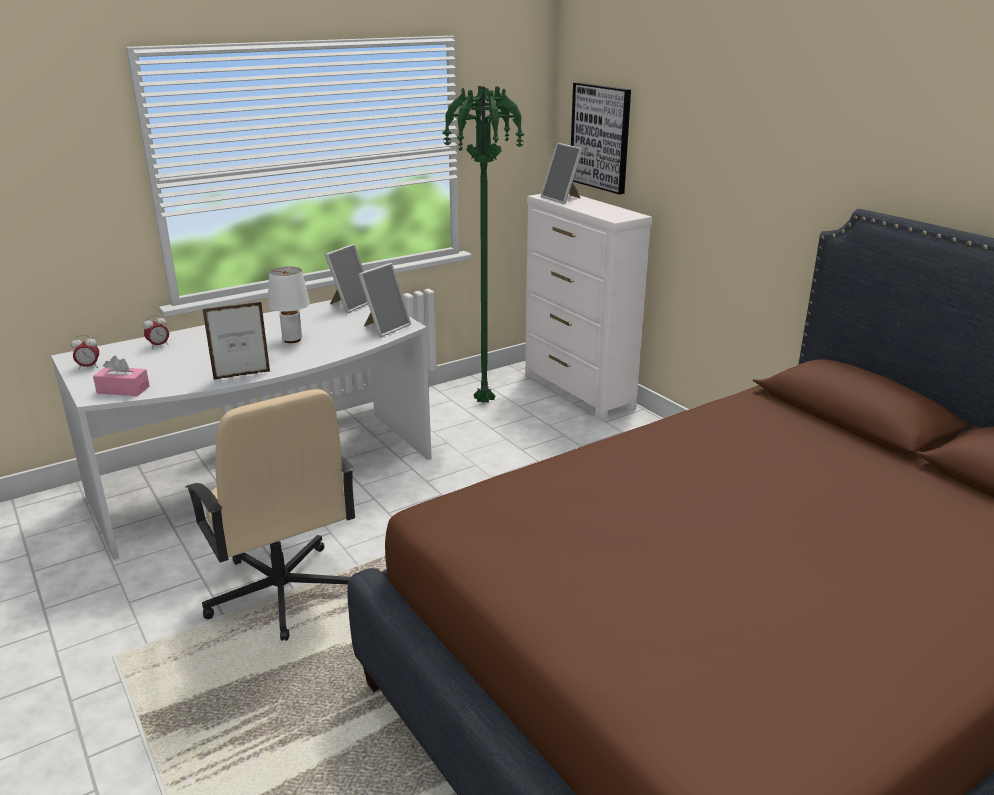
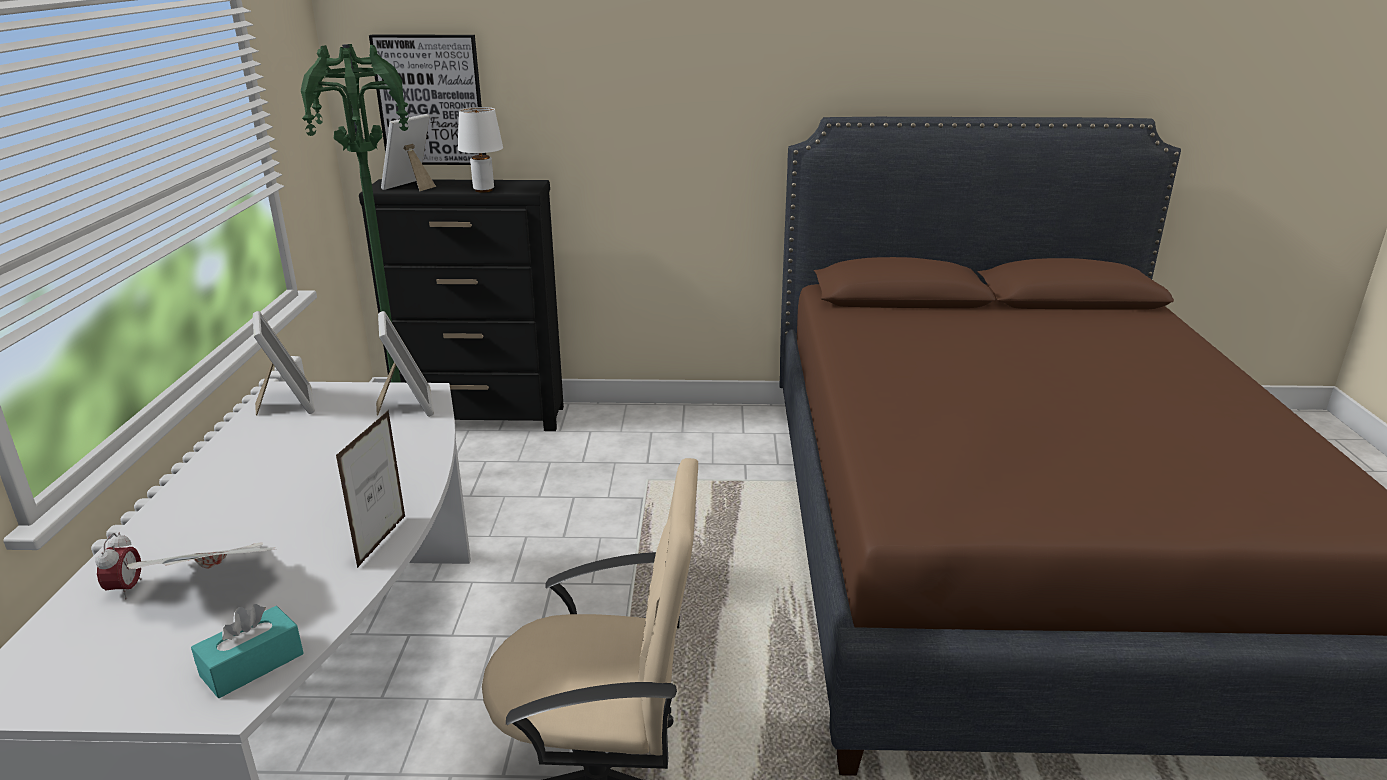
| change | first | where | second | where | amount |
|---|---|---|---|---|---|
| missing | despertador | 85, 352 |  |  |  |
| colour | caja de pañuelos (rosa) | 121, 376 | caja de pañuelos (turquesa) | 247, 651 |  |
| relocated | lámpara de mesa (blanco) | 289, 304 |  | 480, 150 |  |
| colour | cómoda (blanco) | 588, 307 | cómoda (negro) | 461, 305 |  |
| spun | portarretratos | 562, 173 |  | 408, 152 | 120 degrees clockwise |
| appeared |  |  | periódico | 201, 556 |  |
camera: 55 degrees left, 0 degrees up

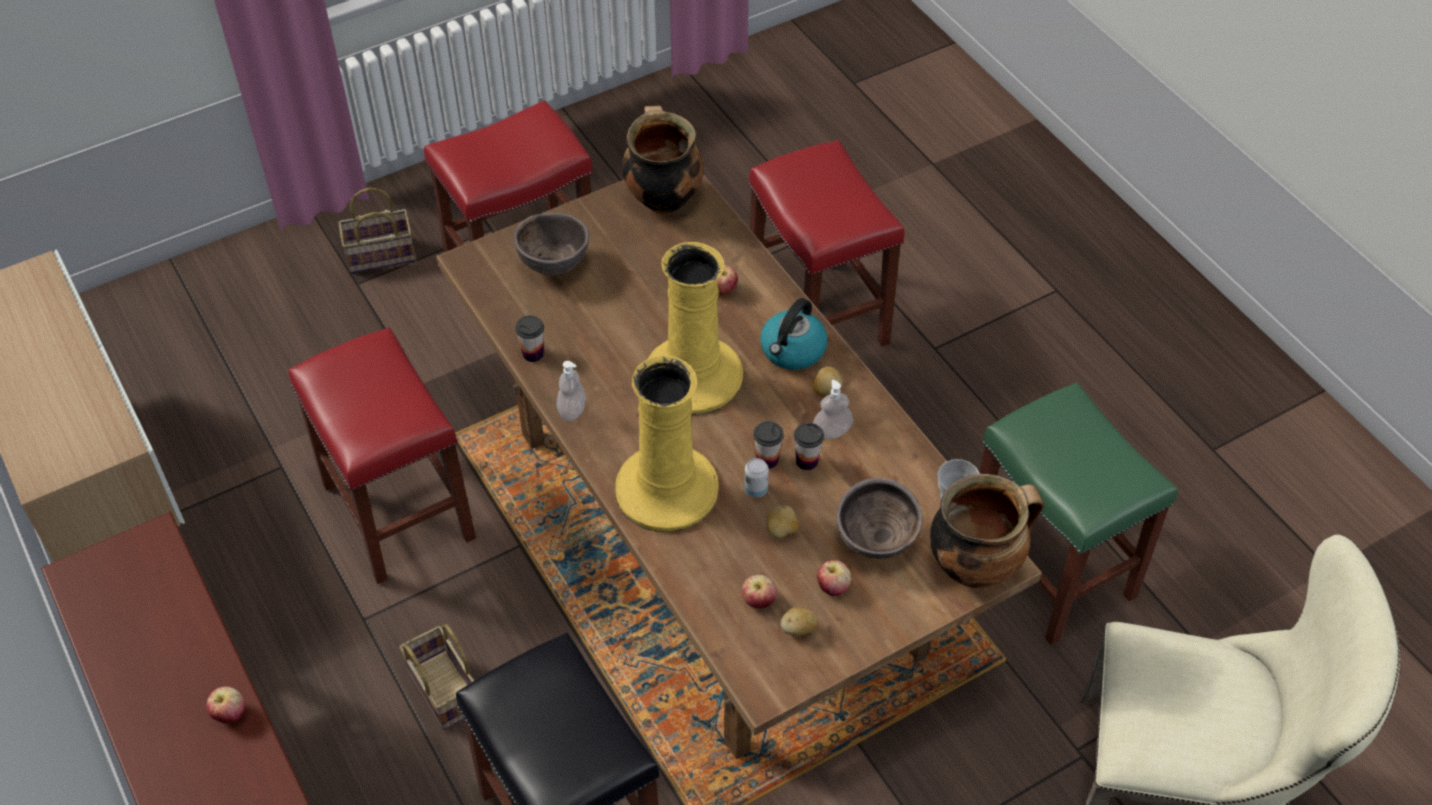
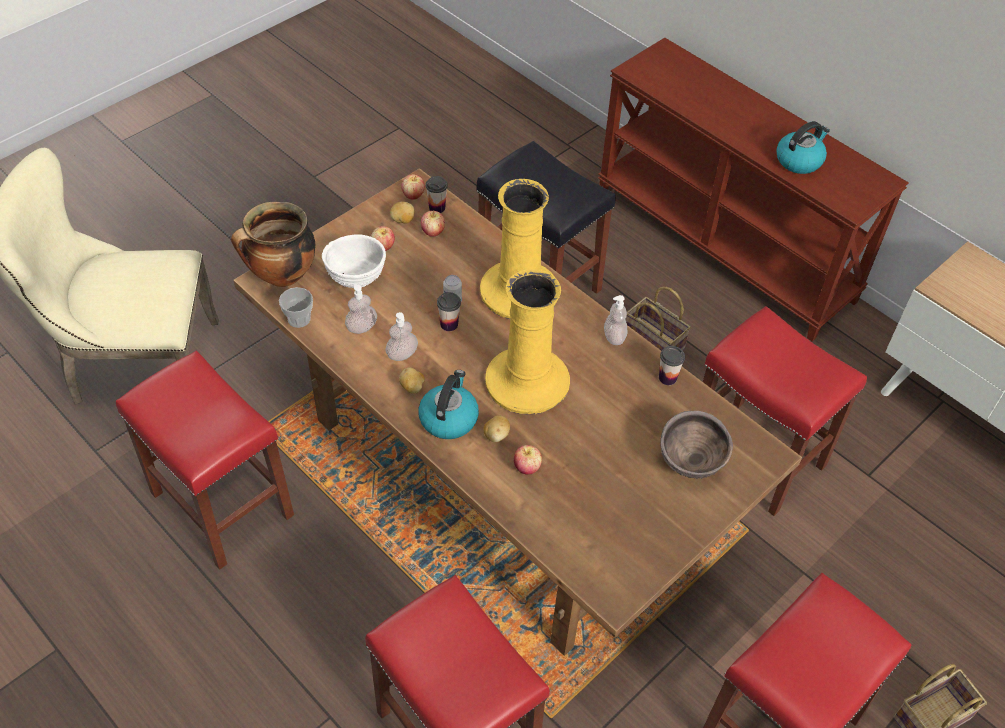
| change | first | where | second | where | amount |
|---|---|---|---|---|---|
| relocated | manzana | 225, 704 |  | 413, 187 |  |
| missing | olla | 663, 160 |  |  |  |
| relocated | patata | 783, 521 |  | 496, 428 |  |
| relocated | taza | 809, 446 |  | 437, 194 |  |
| colour | cuenco (marrón) | 879, 518 | cuenco (blanco) | 354, 261 |  |
| colour | taburete (verde) | 1078, 513 | taburete (rojo) | 205, 460 |  |
| appeared |  |  | dispensador de jabón | 361, 308 |  |
| appeared |  |  | hervidor | 803, 147 |  |
camera: 165 degrees right, 0 degrees up

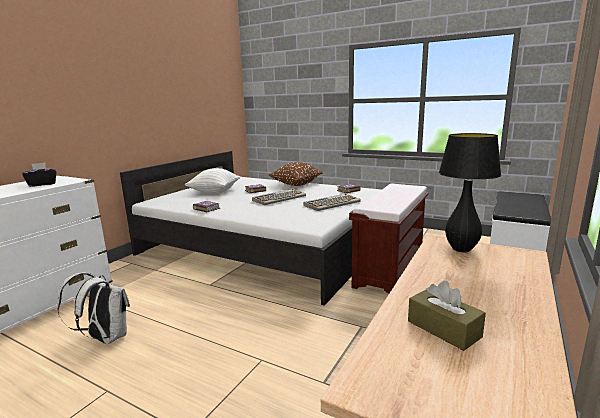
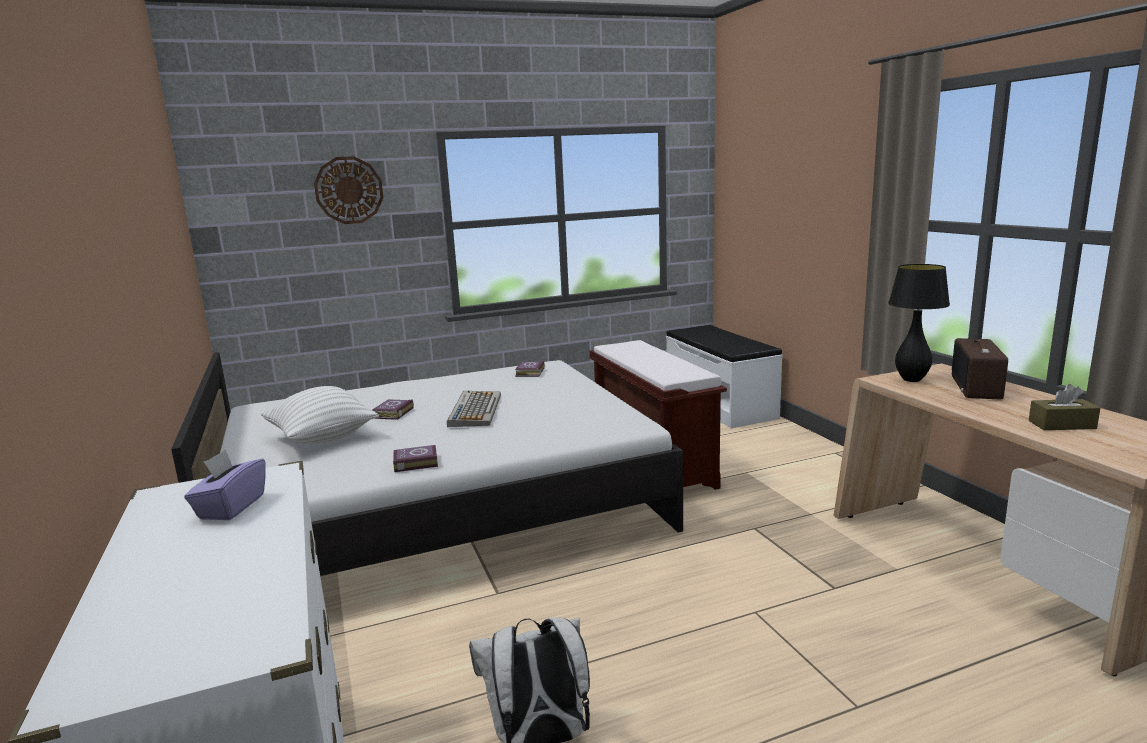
| change | first | where | second | where | amount |
|---|---|---|---|---|---|
| colour | caja de pañuelos (negro) | 39, 175 | caja de pañuelos (morado) | 225, 484 |  |
| missing | cojín (marrón) | 296, 174 |  |  |  |
| missing | teclado | 332, 202 |  |  |  |
| appeared |  |  | reloj de pared | 349, 190 |  |
| appeared |  |  | radio | 980, 368 |  |
camera: 50 degrees left, 0 degrees up

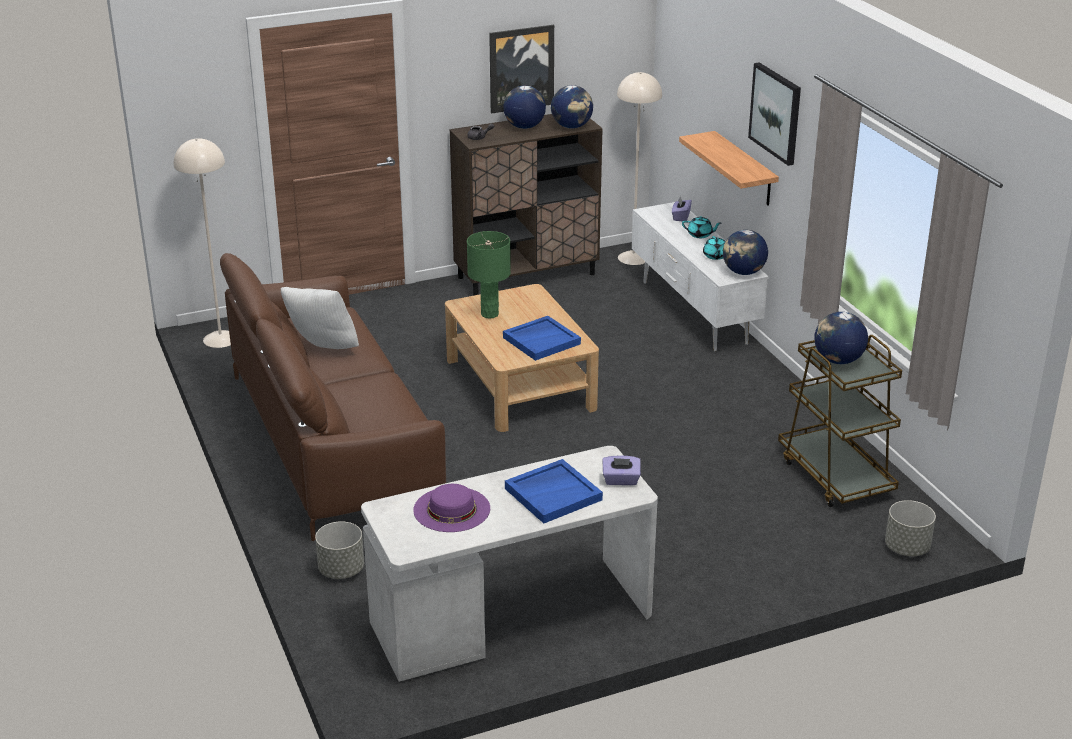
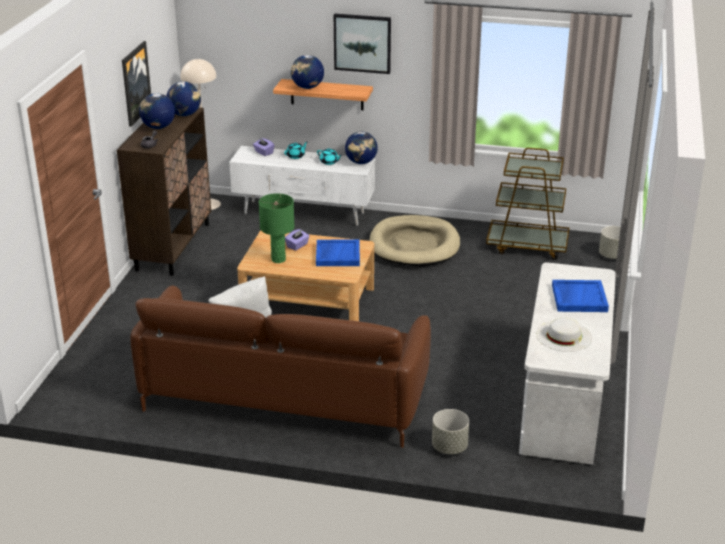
| change | first | where | second | where | amount |
|---|---|---|---|---|---|
| missing | lámpara de pie (beis) | 202, 243 |  |  |  |
| colour | sombrero (morado) | 451, 508 | sombrero (blanco) | 564, 335 |  |
| relocated | caja de pañuelos (morado) | 621, 470 |  | 297, 240 |  |
| relocated | globo terráqueo | 841, 338 |  | 307, 72 |  |
| appeared |  |  | cama para perro (beis) | 414, 241 |  |
camera: 55 degrees left, 0 degrees up

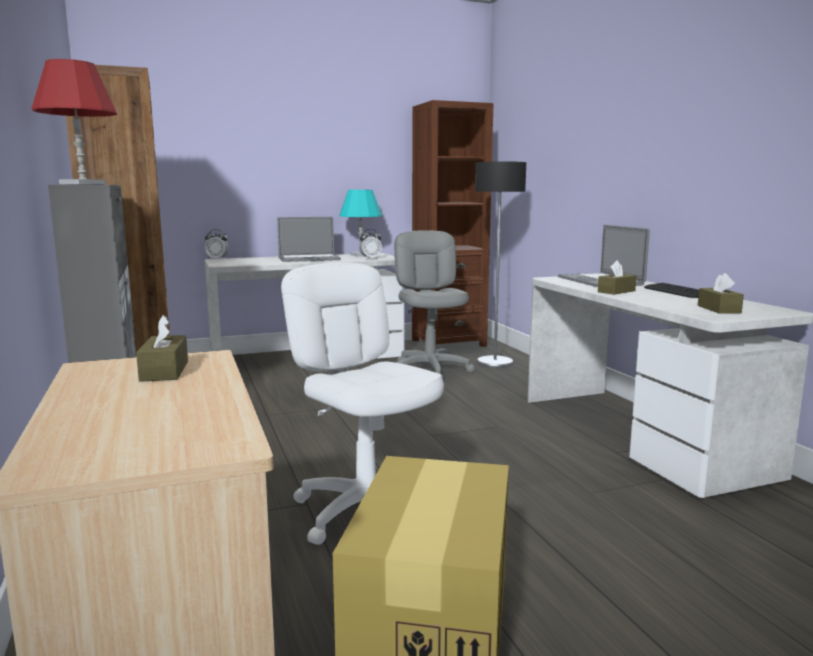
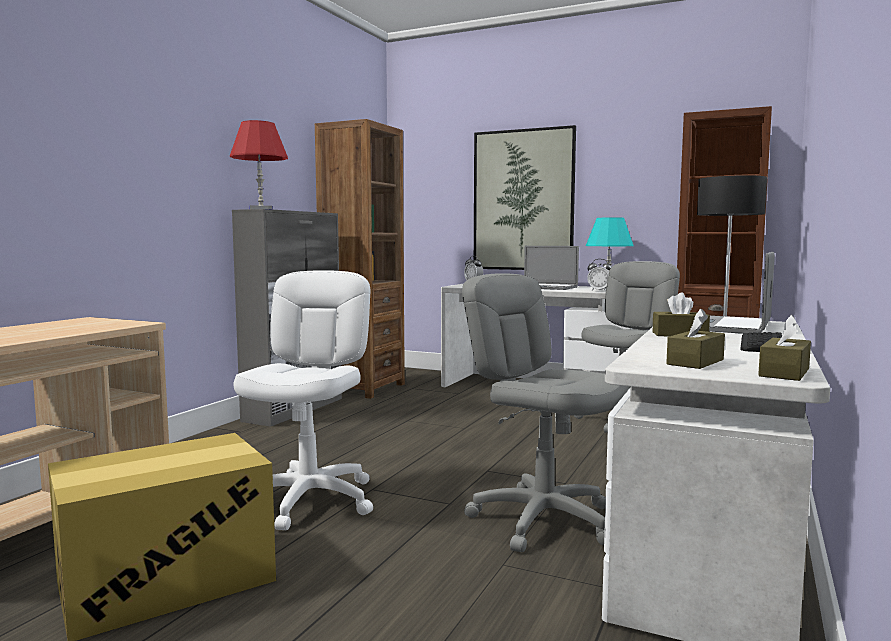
| change | first | where | second | where | amount |
|---|---|---|---|---|---|
| relocated | caja de pañuelos (marrón) | 162, 348 |  | 784, 348 |  |
| appeared |  |  | silla de oficina (gris) | 545, 412 |  |
| appeared |  |  | cuadro | 525, 197 |  |
camera: 45 degrees right, 5 degrees down

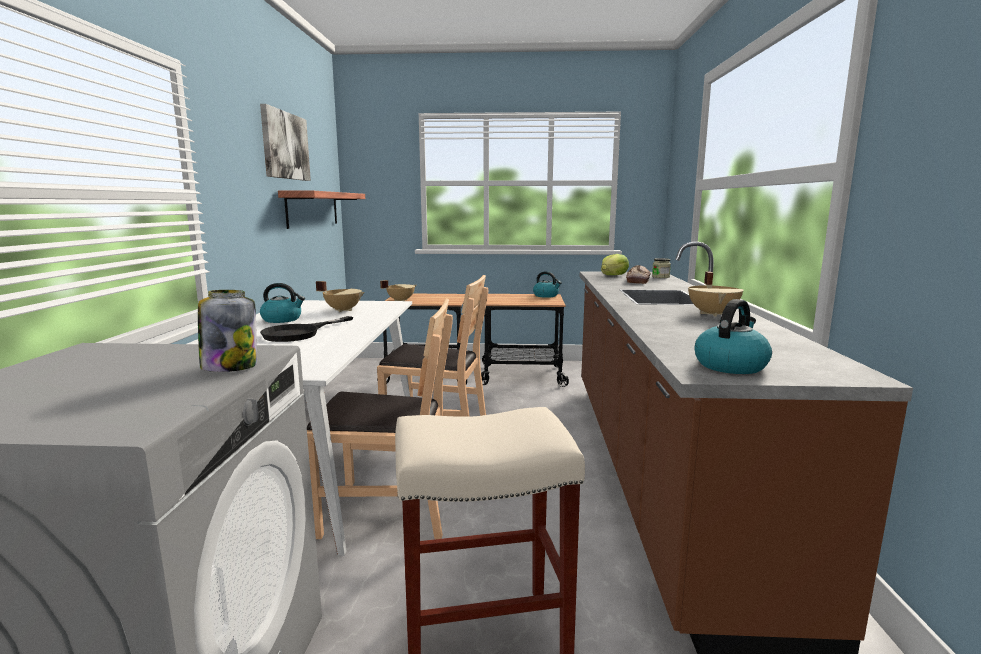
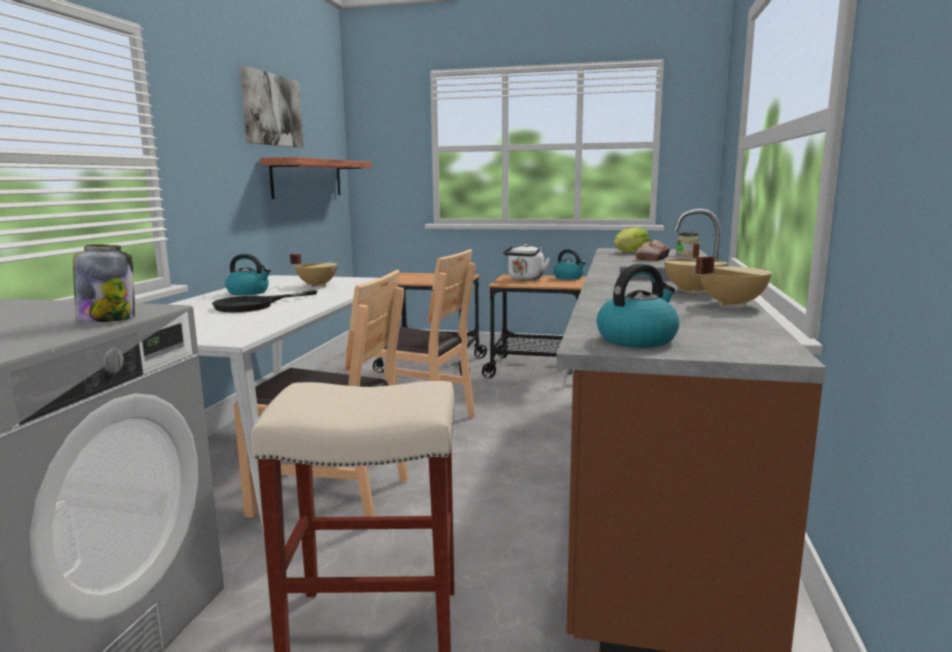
| change | first | where | second | where | amount |
|---|---|---|---|---|---|
| relocated | olla (beis) | 398, 290 |  | 734, 281 |  |
| appeared |  |  | hervidor (blanco) | 526, 262 |  |
camera: 10 degrees right, 0 degrees up

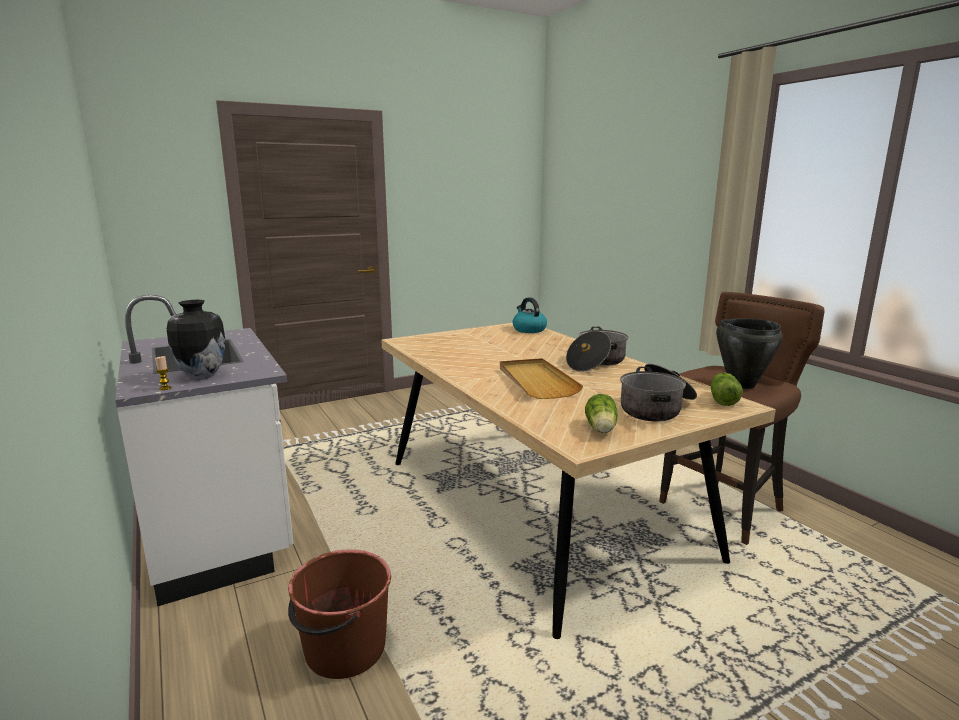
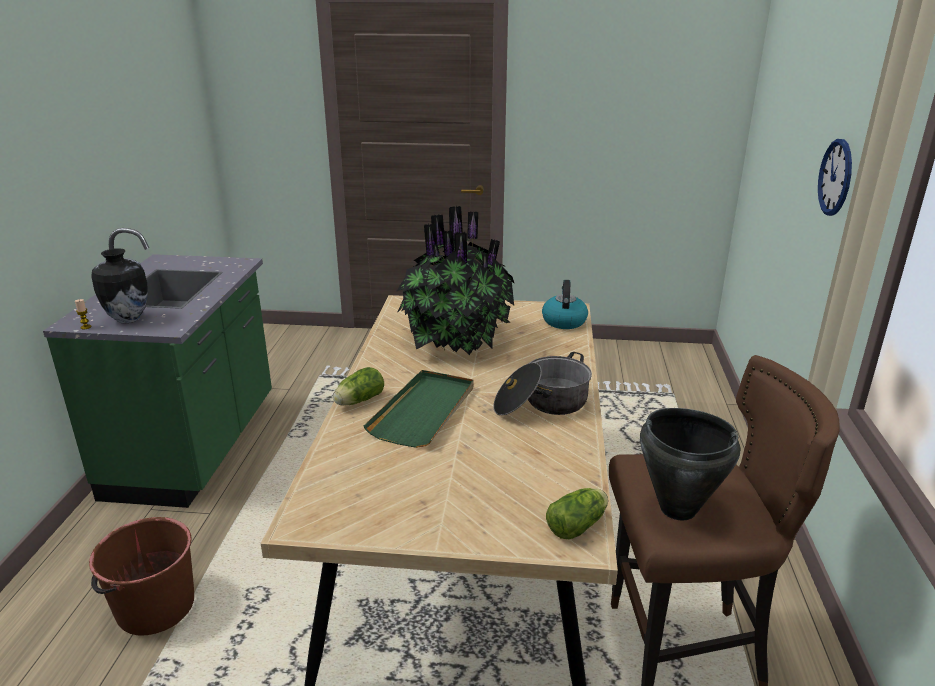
| change | first | where | second | where | amount |
|---|---|---|---|---|---|
| colour | mueble bajo de cocina (blanco) | 204, 450 | mueble bajo de cocina (verde) | 157, 368 |  |
| colour | bandeja (beis) | 541, 378 | bandeja (verde) | 419, 409 |  |
| relocated | lechuga | 601, 413 |  | 358, 386 |  |
| missing | olla | 658, 392 |  |  |  |
| appeared |  |  | planta en maceta | 456, 280 |  |
| appeared |  |  | reloj de pared | 835, 177 |  |
camera: 35 degrees right, 10 degrees up

